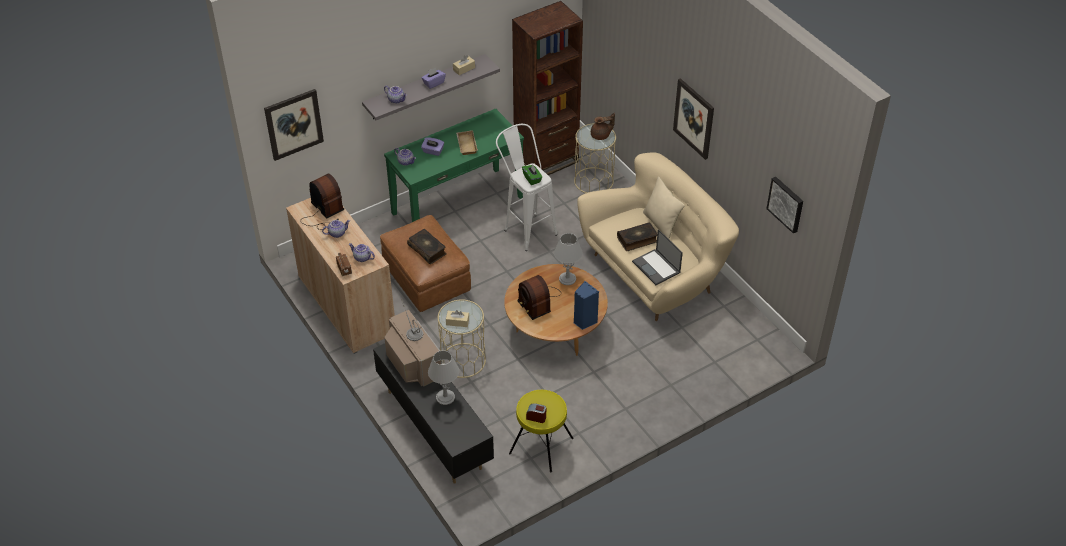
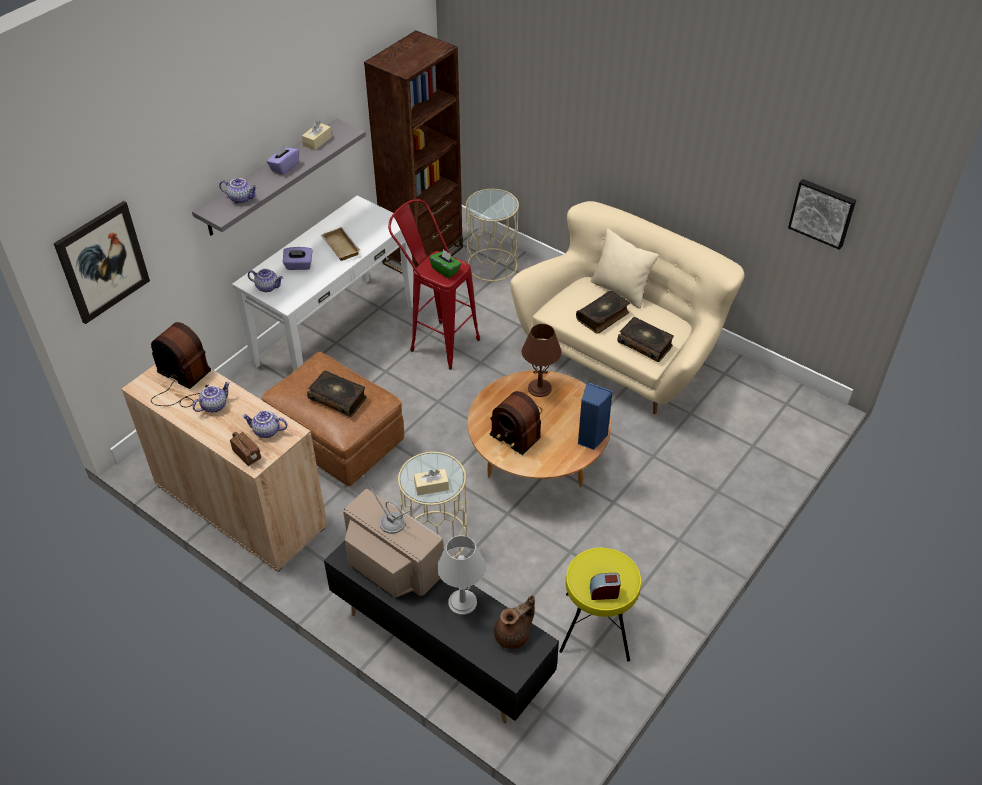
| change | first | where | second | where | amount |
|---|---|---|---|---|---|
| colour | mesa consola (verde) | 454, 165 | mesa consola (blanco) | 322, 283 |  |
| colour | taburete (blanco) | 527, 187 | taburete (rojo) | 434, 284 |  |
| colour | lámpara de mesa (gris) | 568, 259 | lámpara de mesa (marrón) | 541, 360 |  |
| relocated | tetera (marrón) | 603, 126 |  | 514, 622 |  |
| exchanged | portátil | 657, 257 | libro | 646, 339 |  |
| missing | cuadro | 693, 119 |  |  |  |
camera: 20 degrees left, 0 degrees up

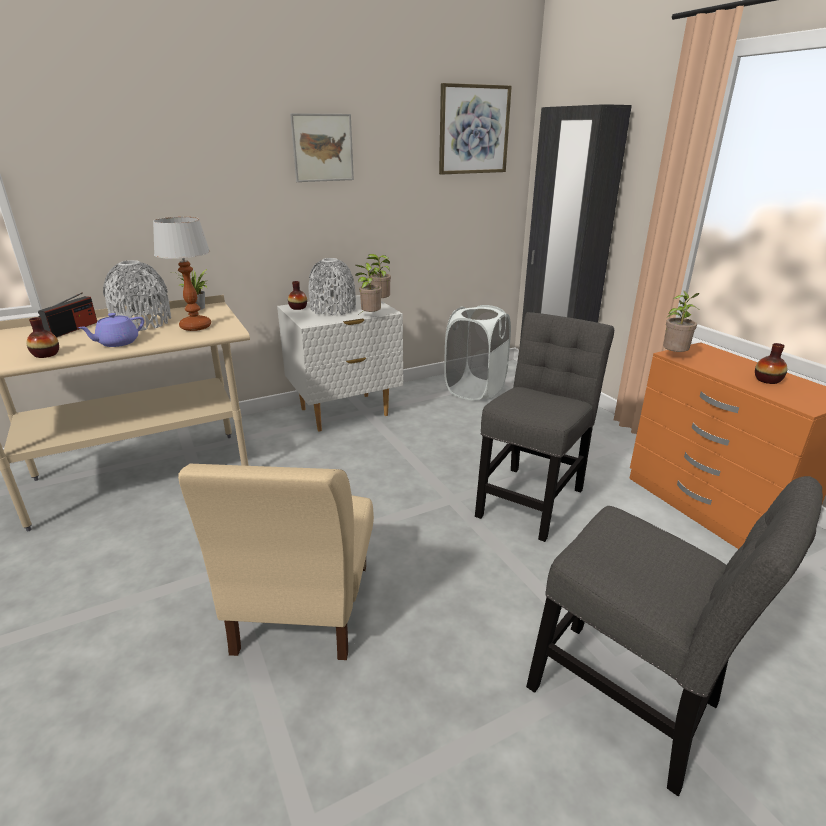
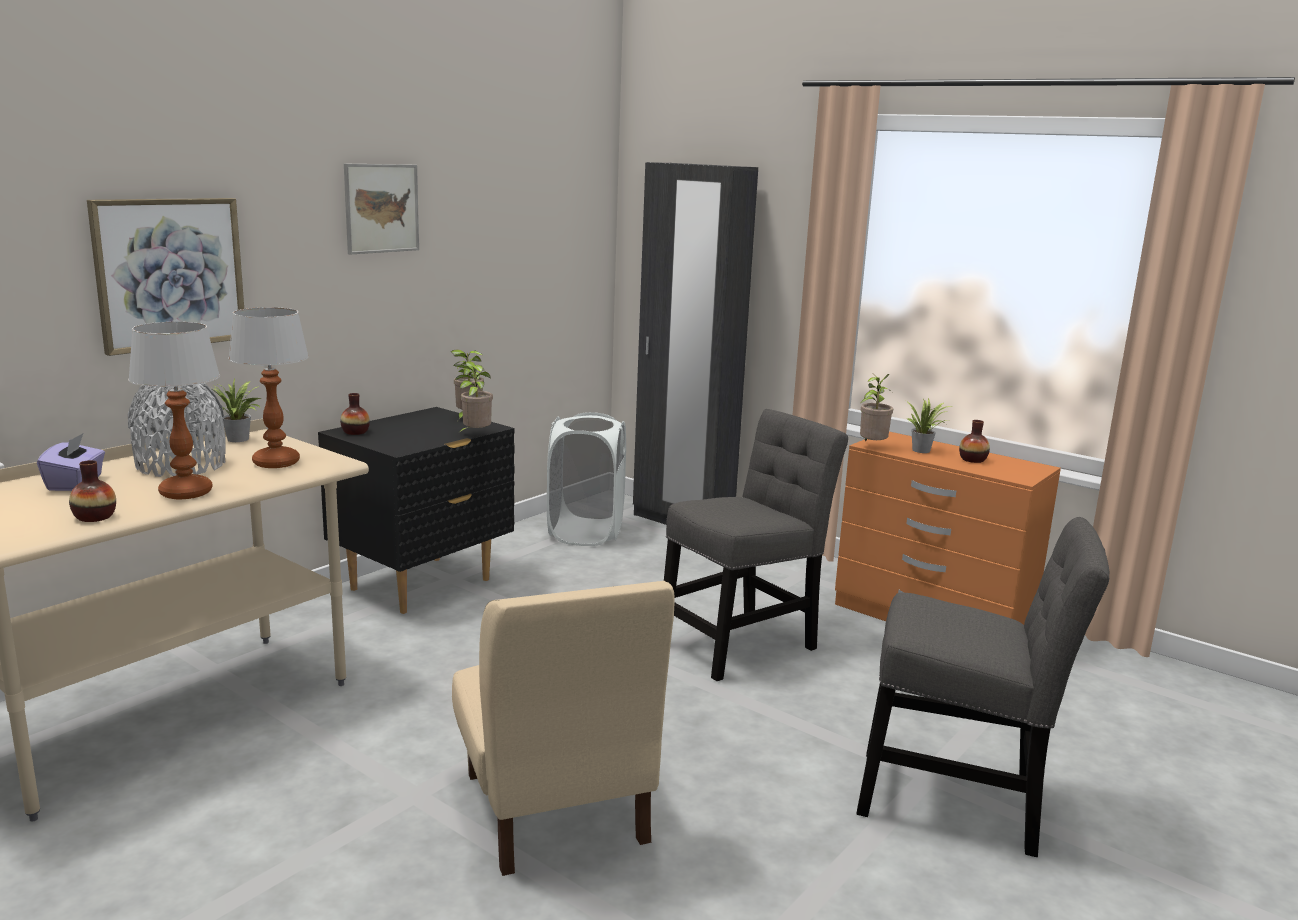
| change | first | where | second | where | amount |
|---|---|---|---|---|---|
| exchanged | radio | 67, 315 | caja de pañuelos (morado) | 71, 462 |  |
| exchanged | tetera (morado) | 111, 330 | lámpara de mesa | 174, 410 |  |
| colour | mesita de noche (blanco) | 340, 363 | mesita de noche (negro) | 416, 510 |  |
| missing | florero (gris) | 332, 286 |  |  |  |
| relocated | cuadro | 475, 129 |  | 165, 277 |  |
| spun | silla (gris) | 544, 427 |  | 756, 545 | 45 degrees clockwise |
| appeared |  |  | planta en maceta | 929, 425 |  |
camera: 25 degrees left, 10 degrees down

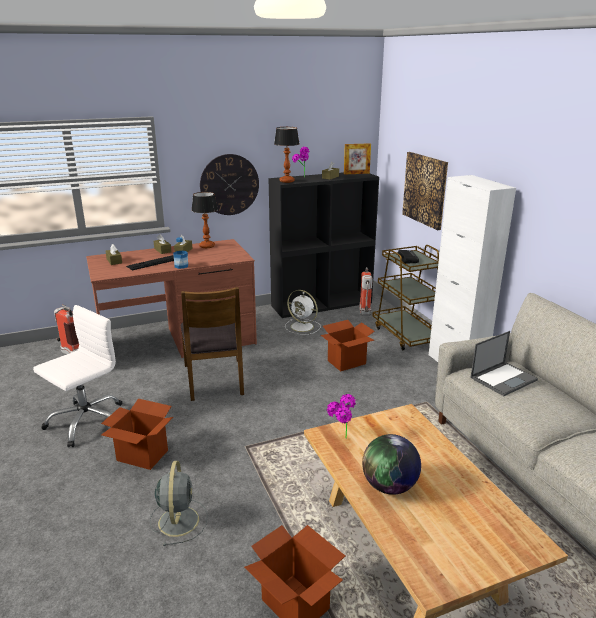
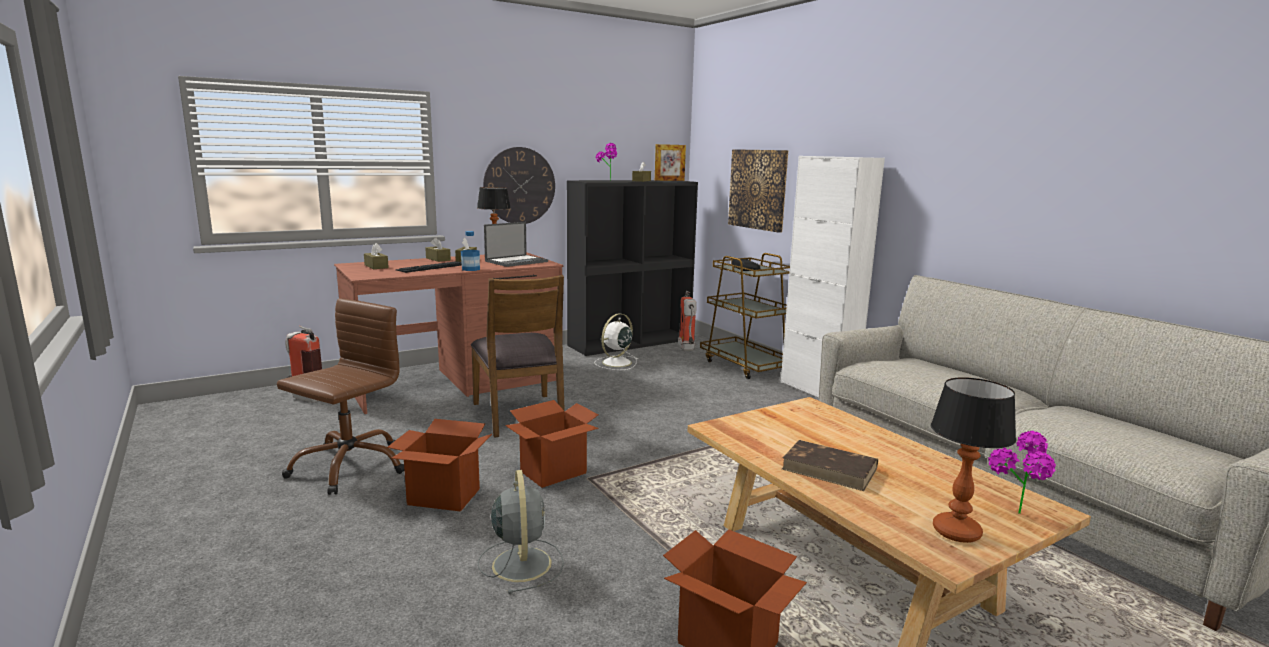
| change | first | where | second | where | amount |
|---|---|---|---|---|---|
| colour | silla de oficina (blanco) | 77, 376 | silla de oficina (marrón) | 340, 396 |  |
| relocated | lámpara de mesa | 287, 155 |  | 973, 460 |  |
| spun | ventilador (blanco) | 303, 312 |  | 616, 341 | 105 degrees clockwise |
| relocated | caja de cartón | 348, 345 |  | 552, 444 |  |
| relocated | planta en maceta | 341, 416 |  | 1022, 472 |  |
| exchanged | globo terráqueo | 391, 464 | libro (marrón) | 830, 465 |  |
| relocated | portátil | 504, 363 |  | 516, 244 |  |
camera: 10 degrees left, 10 degrees down

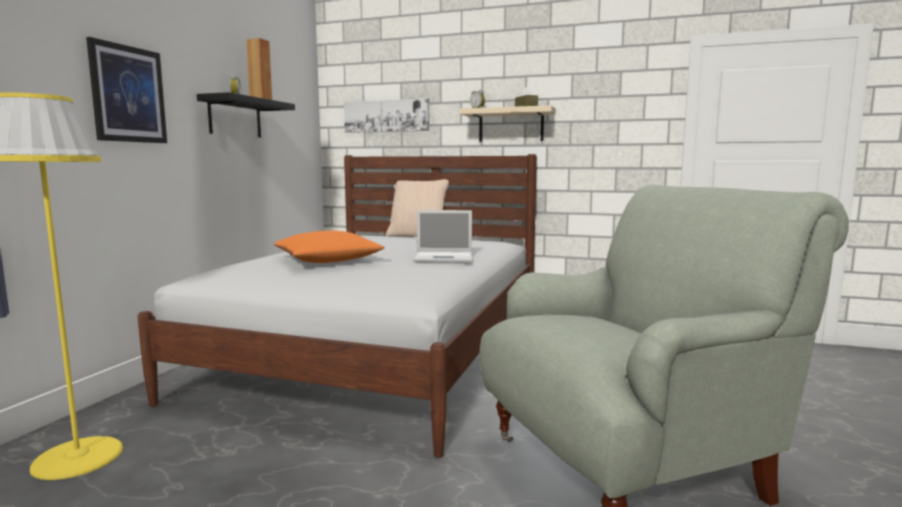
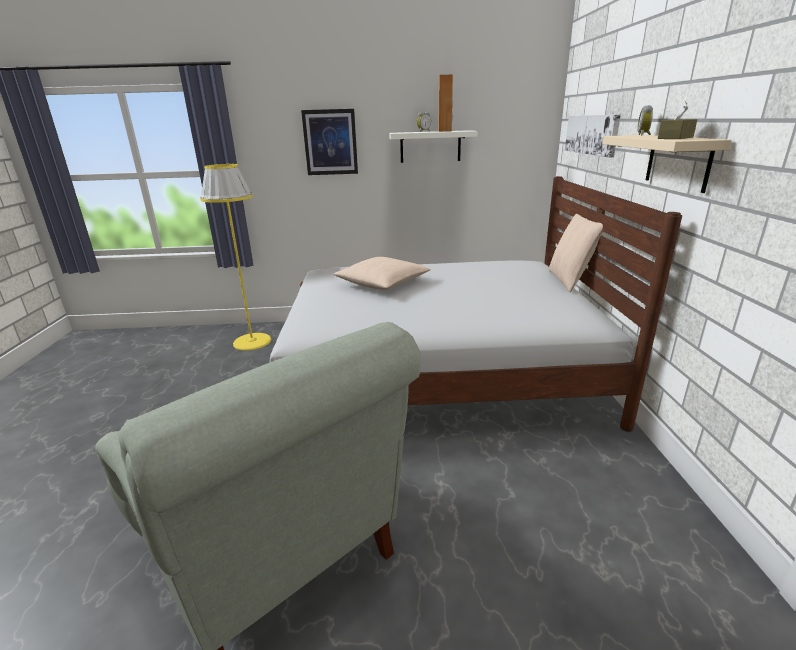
| change | first | where | second | where | amount |
|---|---|---|---|---|---|
| colour | estante (negro) | 246, 114 | estante (blanco) | 433, 146 |  |
| colour | cojín (naranja) | 329, 247 | cojín (beis) | 382, 273 |  |
| missing | portátil | 443, 236 |  |  |  |
camera: 70 degrees right, 15 degrees up

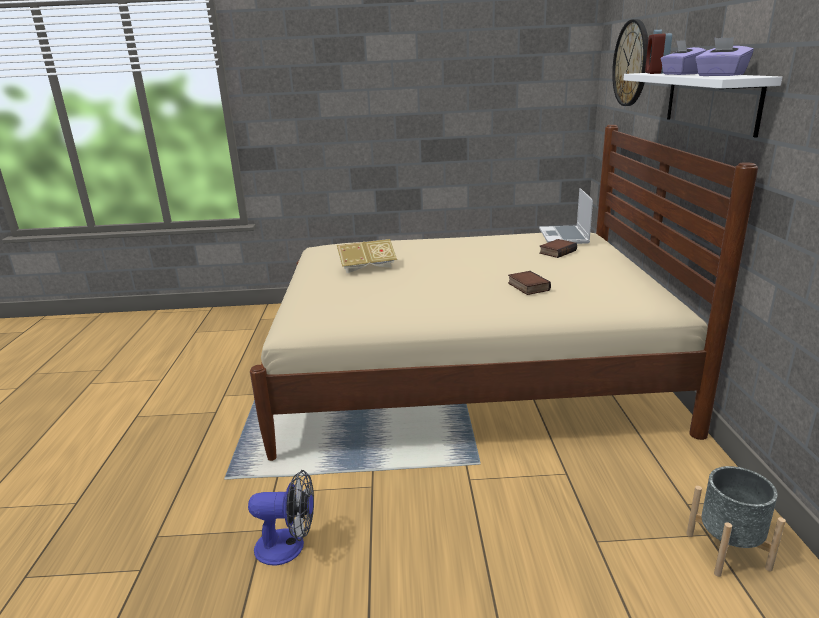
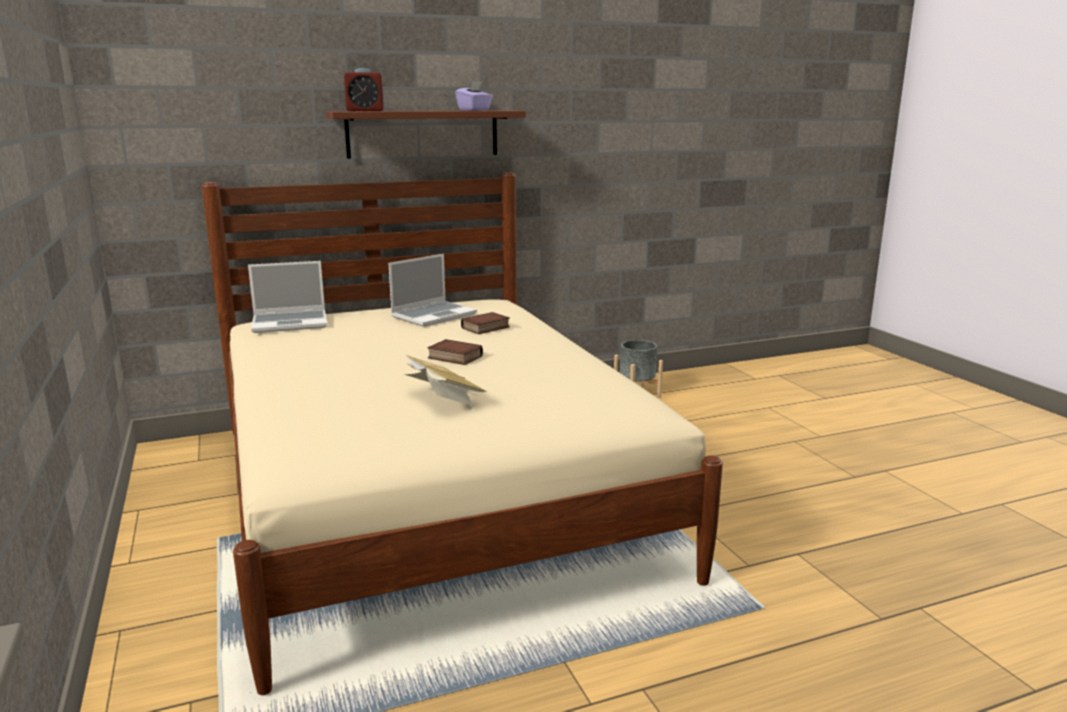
| change | first | where | second | where | amount |
|---|---|---|---|---|---|
| missing | ventilador | 281, 518 |  |  |  |
| relocated | libro | 558, 248 |  | 455, 352 |  |
| missing | reloj de pared | 630, 62 |  |  |  |
| colour | estante (blanco) | 703, 105 | estante (marrón) | 426, 134 |  |
| missing | caja de pañuelos (morado) | 684, 57 |  |  |  |
| appeared |  |  | portátil | 433, 290 |  |
camera: 110 degrees left, 5 degrees down

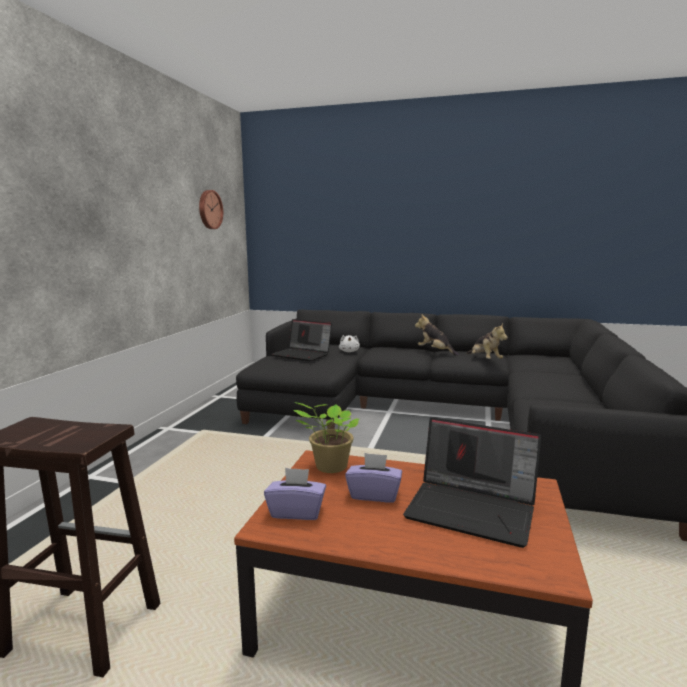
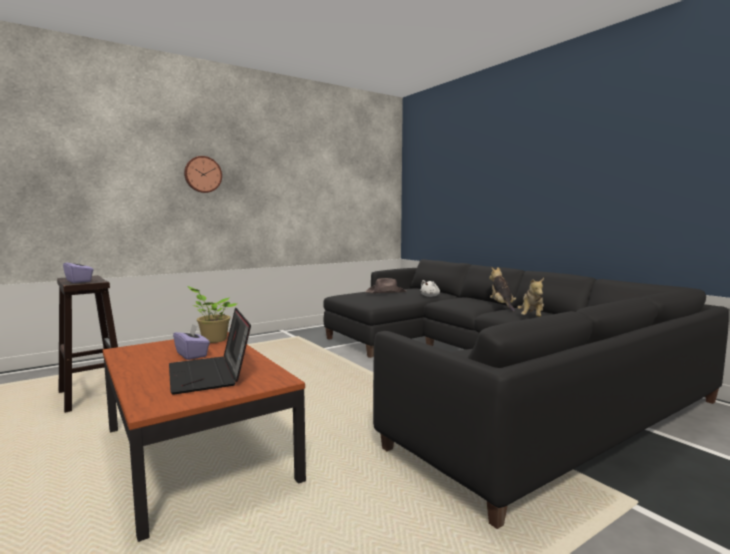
| change | first | where | second | where | amount |
|---|---|---|---|---|---|
| relocated | reloj de pared | 211, 209 |  | 203, 174 |  |
| relocated | caja de pañuelos (morado) | 295, 494 |  | 78, 269 |  |
| exchanged | portátil | 301, 340 | sombrero (marrón) | 386, 286 |  |
camera: 40 degrees right, 5 degrees down

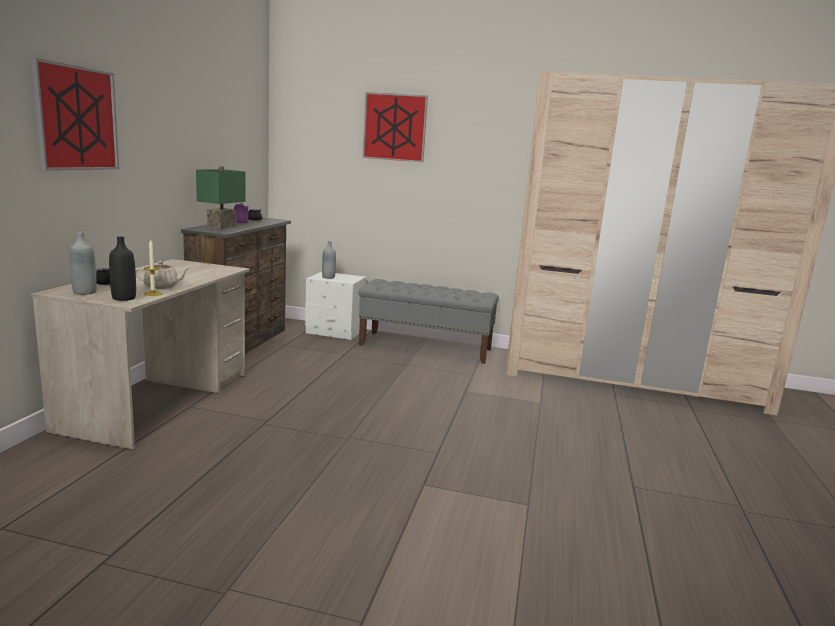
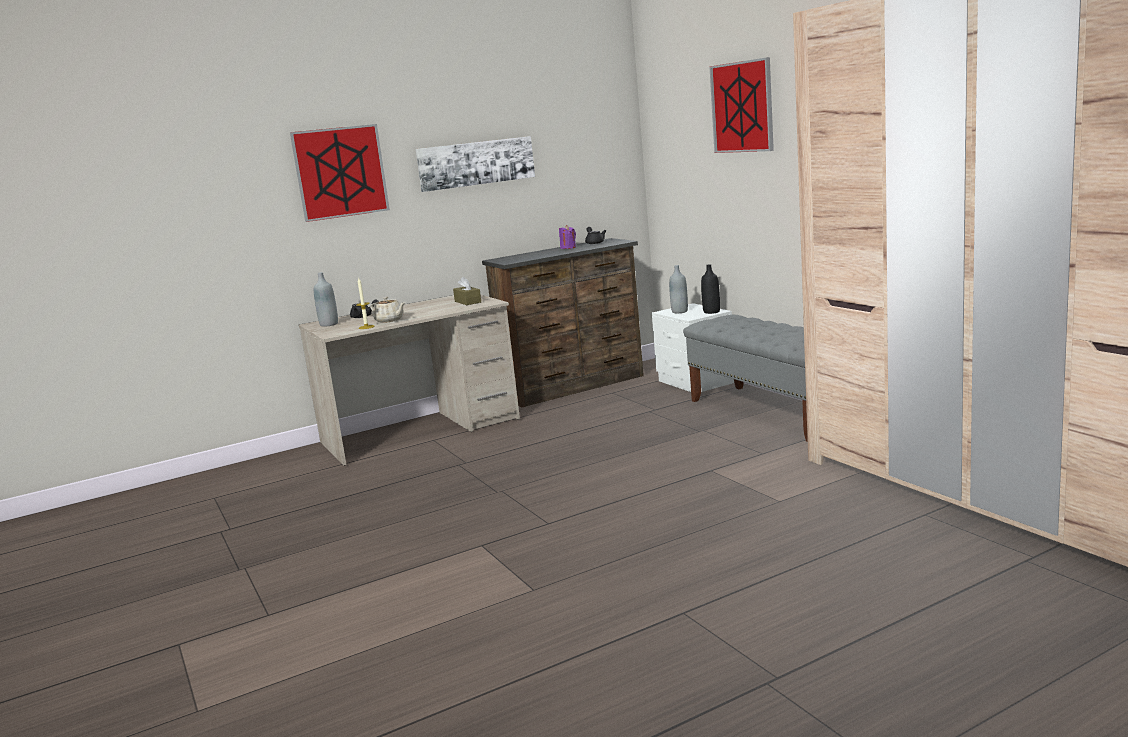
| change | first | where | second | where | amount |
|---|---|---|---|---|---|
| relocated | botella (negro) | 122, 268 |  | 710, 289 |  |
| missing | lámpara de mesa (verde) | 221, 197 |  |  |  |
| appeared |  |  | cuadro | 475, 164 |  |
| appeared |  |  | caja de pañuelos (marrón) | 467, 290 |  |
camera: 50 degrees right, 0 degrees up

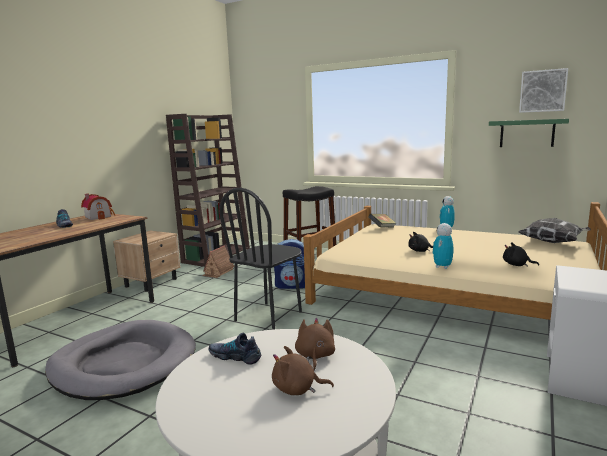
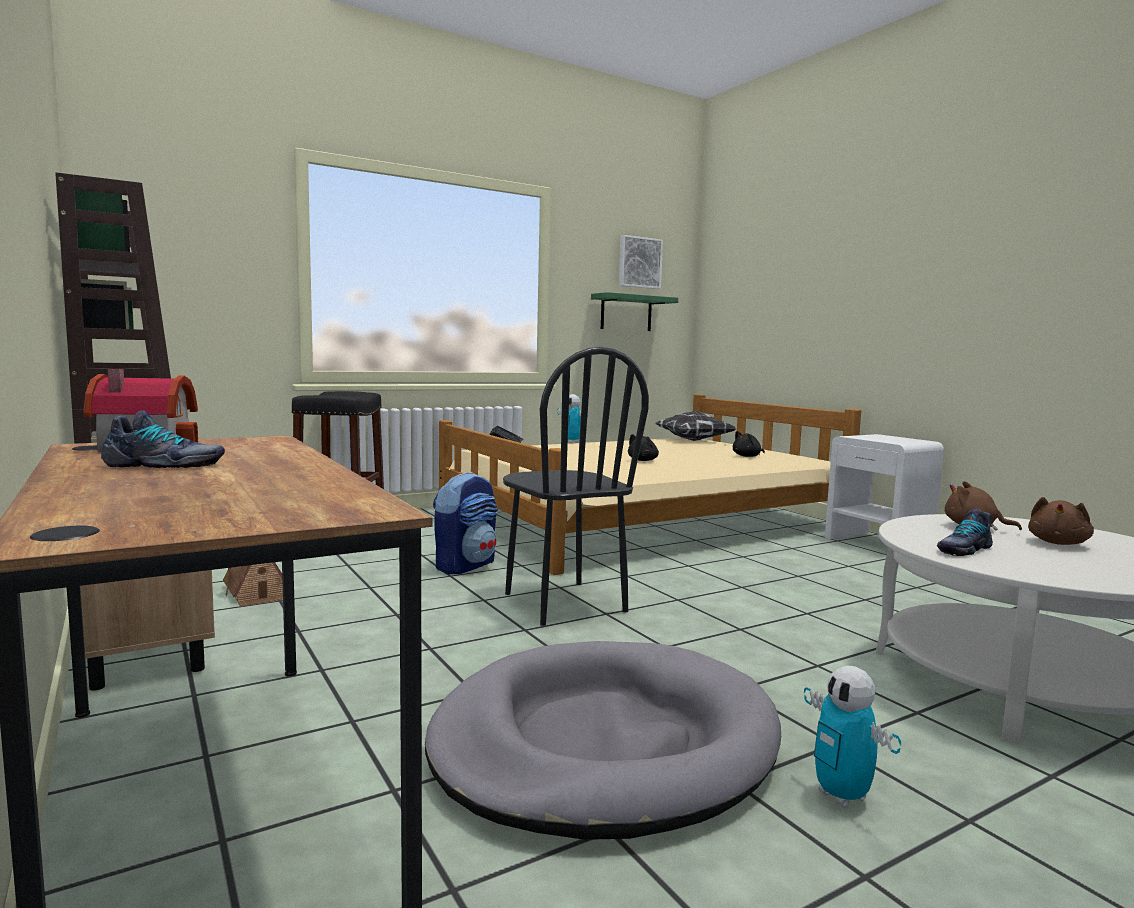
| change | first | where | second | where | amount |
|---|---|---|---|---|---|
| relocated | robot de juguete | 442, 246 |  | 852, 737 |  |
camera: 60 degrees left, 5 degrees down

